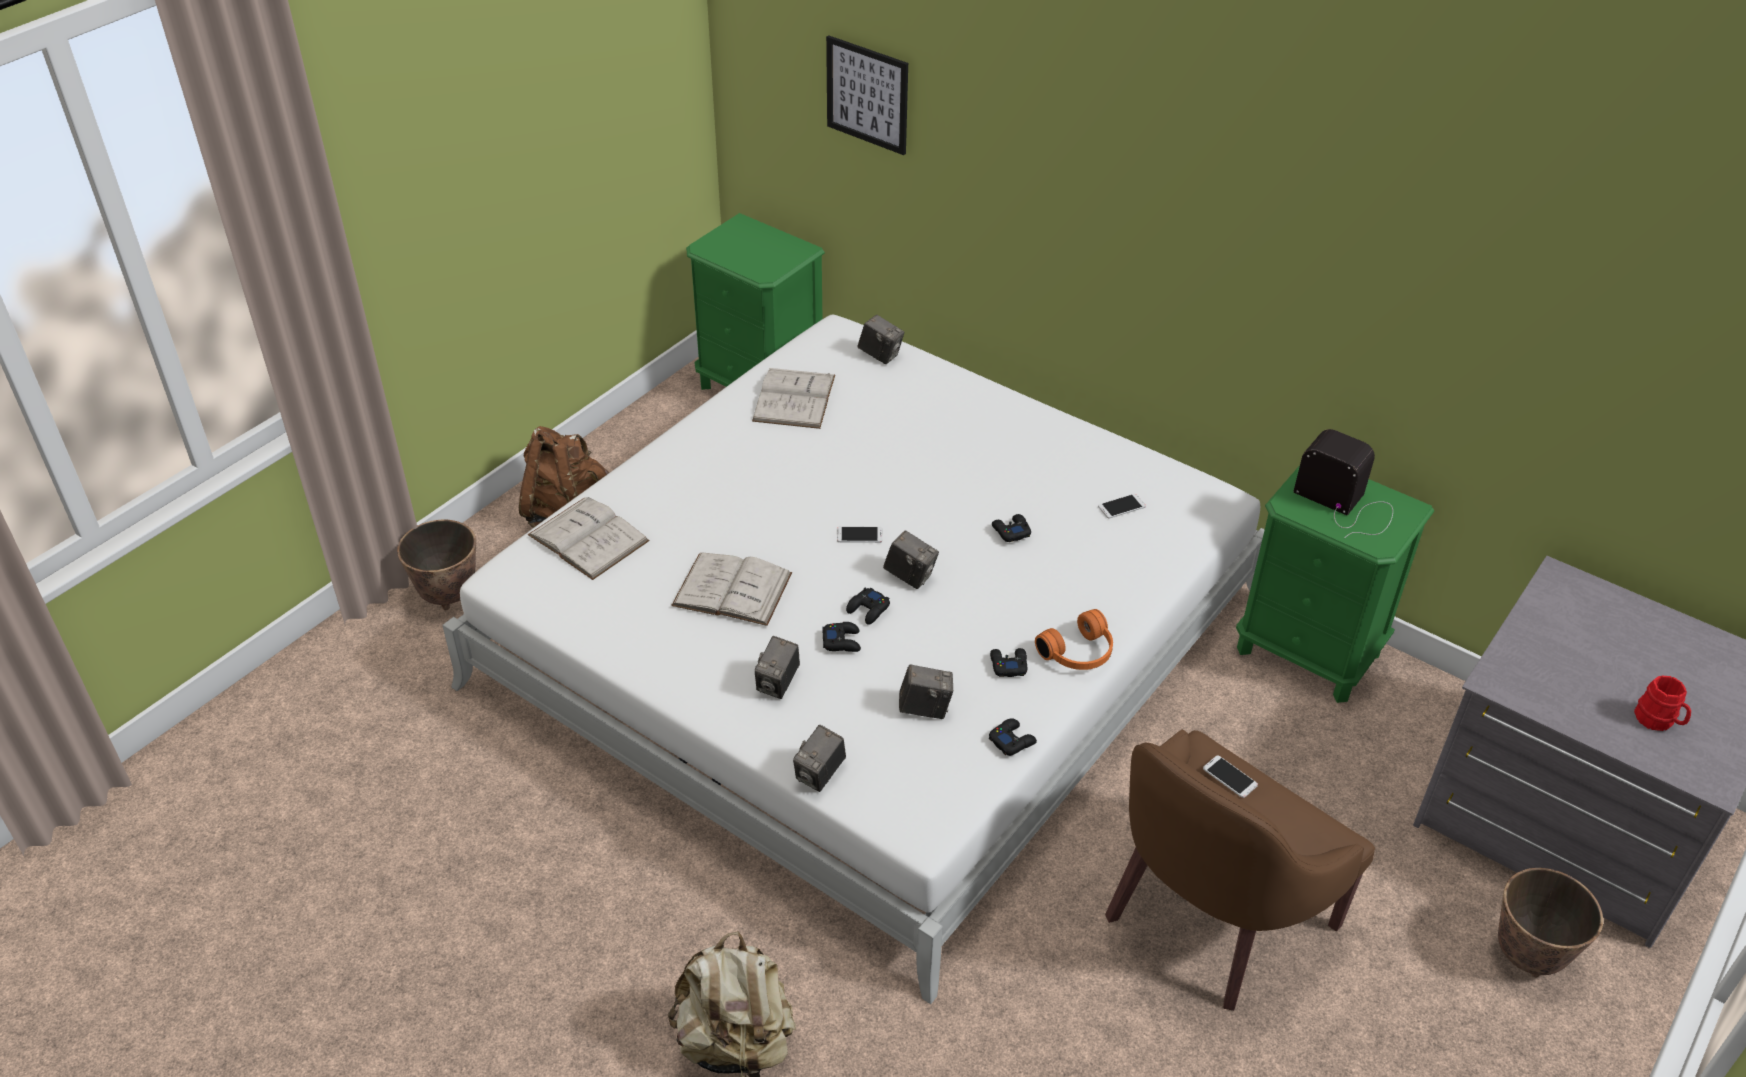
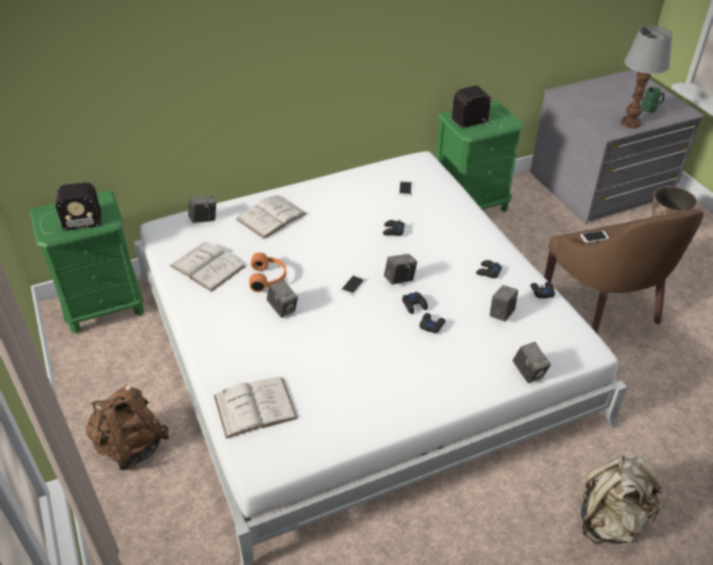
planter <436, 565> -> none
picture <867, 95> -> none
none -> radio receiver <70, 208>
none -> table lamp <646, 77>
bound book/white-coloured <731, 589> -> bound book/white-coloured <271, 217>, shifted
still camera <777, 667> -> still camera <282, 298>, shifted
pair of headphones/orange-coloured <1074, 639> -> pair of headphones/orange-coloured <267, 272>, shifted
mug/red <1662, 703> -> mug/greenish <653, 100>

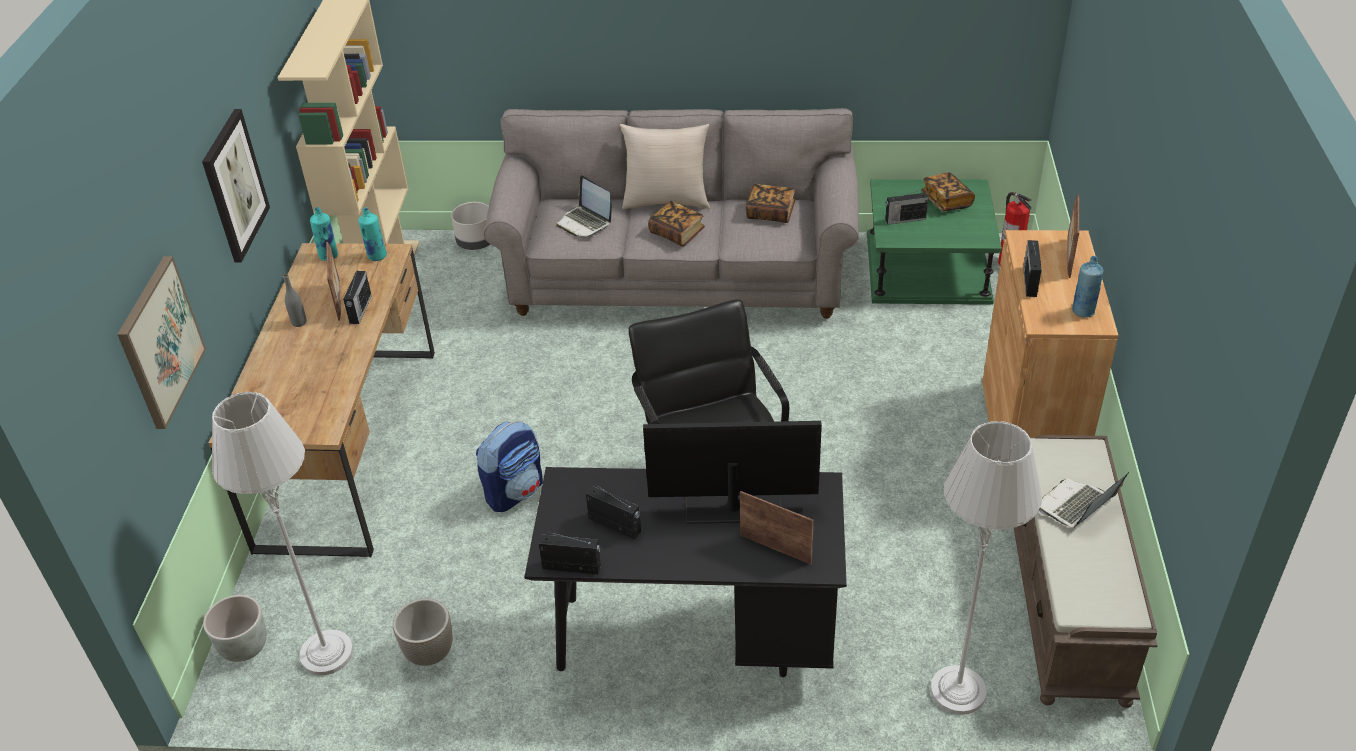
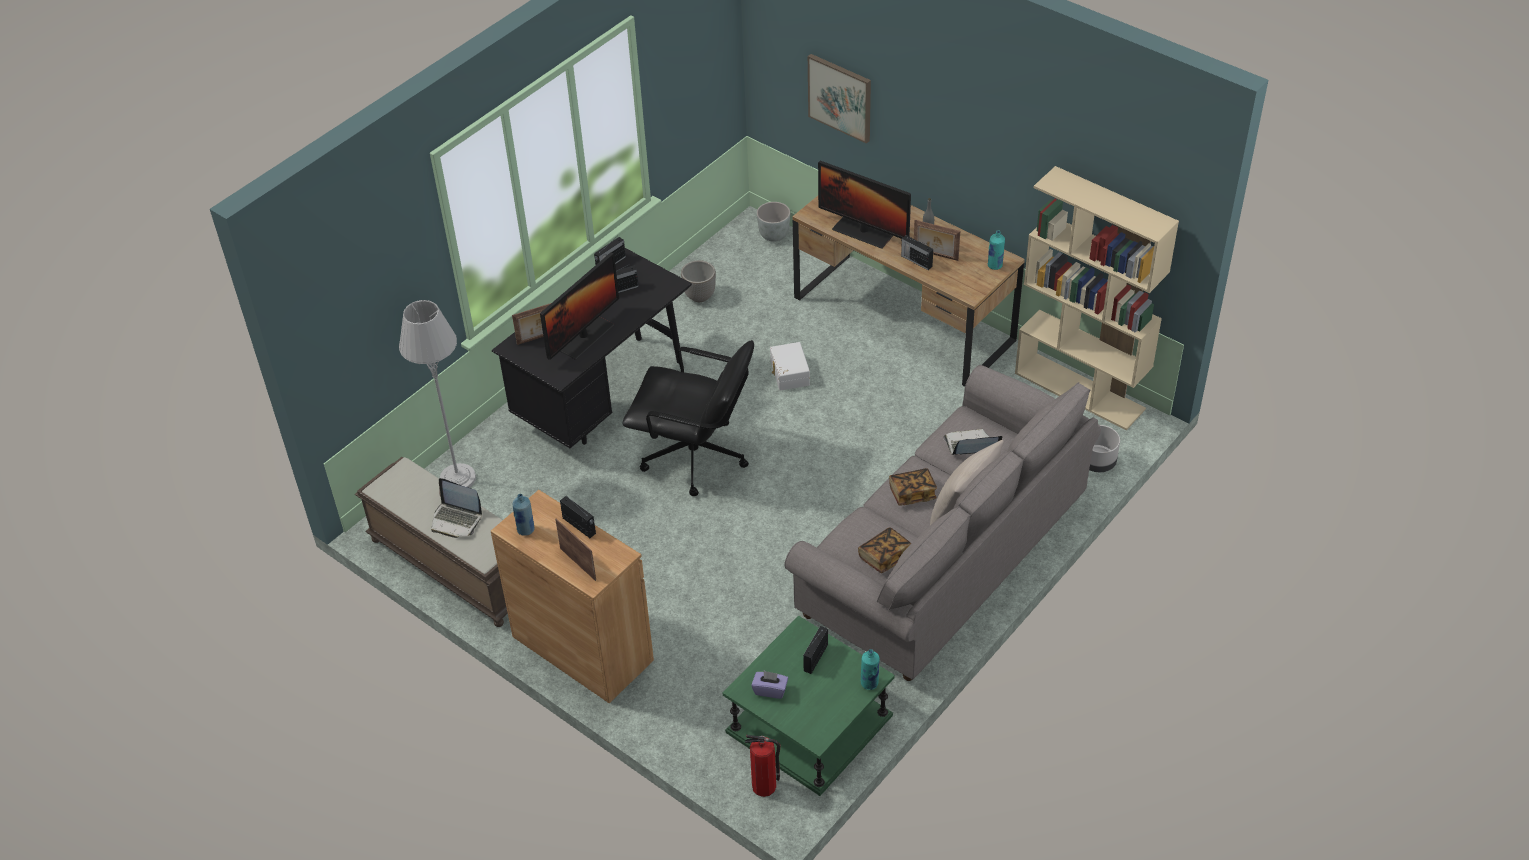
picture <236, 185> -> none
standard lamp/greyish <282, 534> -> none
bound book <948, 191> -> none
none -> tissue holder/purple <769, 685>
none -> computer screen <864, 205>
drink bottle/turquoise-coloured <372, 234> -> drink bottle/turquoise-coloured <870, 669>, shifted
knapsack <509, 466> -> storage container/white-coloured <790, 366>
laptop <1084, 500> -> laptop <456, 508>, 120 degrees clockwise

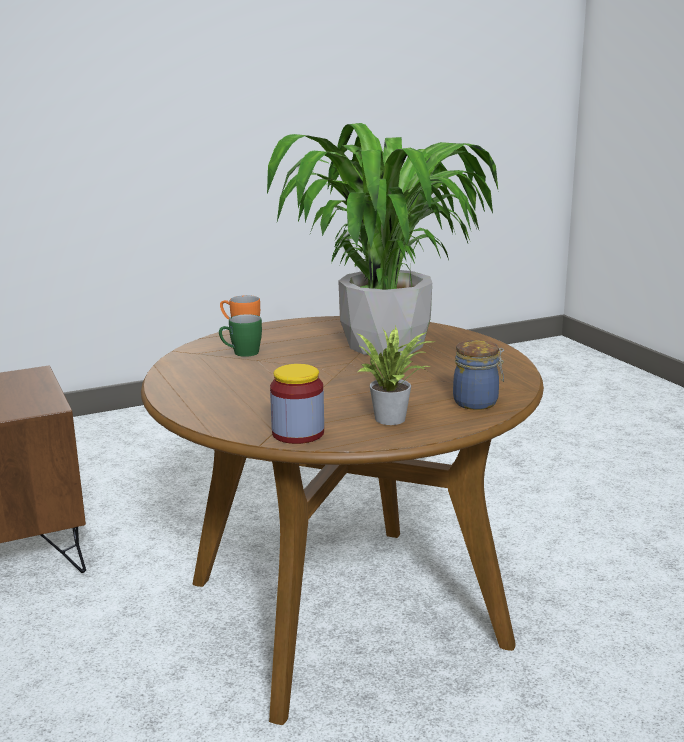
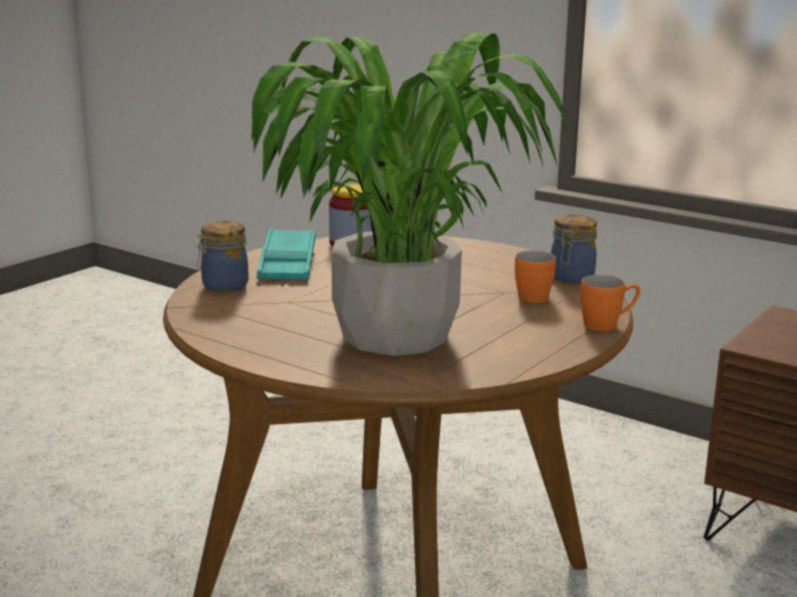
none -> storage jar <574, 249>
houseplant <395, 375> -> serving tray/turquoise-coloured <286, 254>
mug/greenish <240, 335> -> mug/orange-coloured <535, 277>

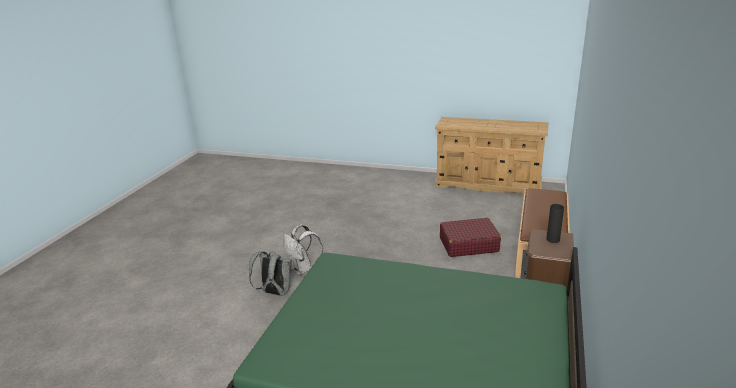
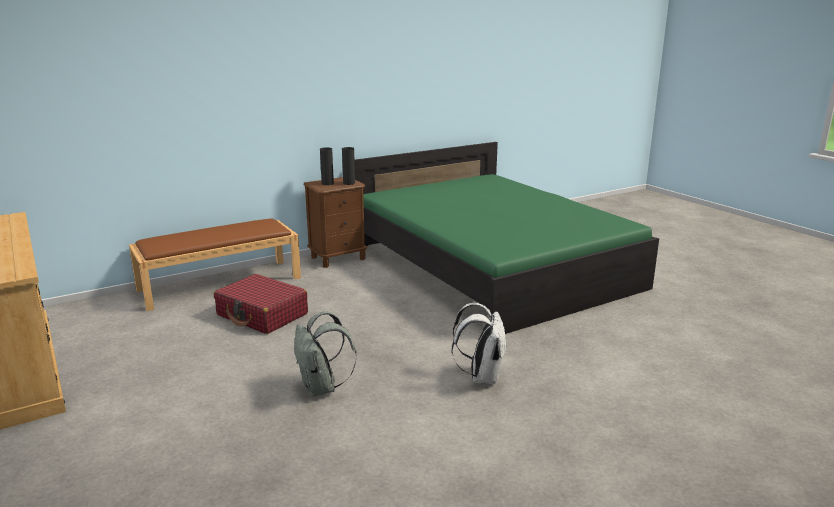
none -> decorative vase/black <348, 166>
knapsack/greyish <271, 273> -> knapsack/greyish <325, 354>, shifted

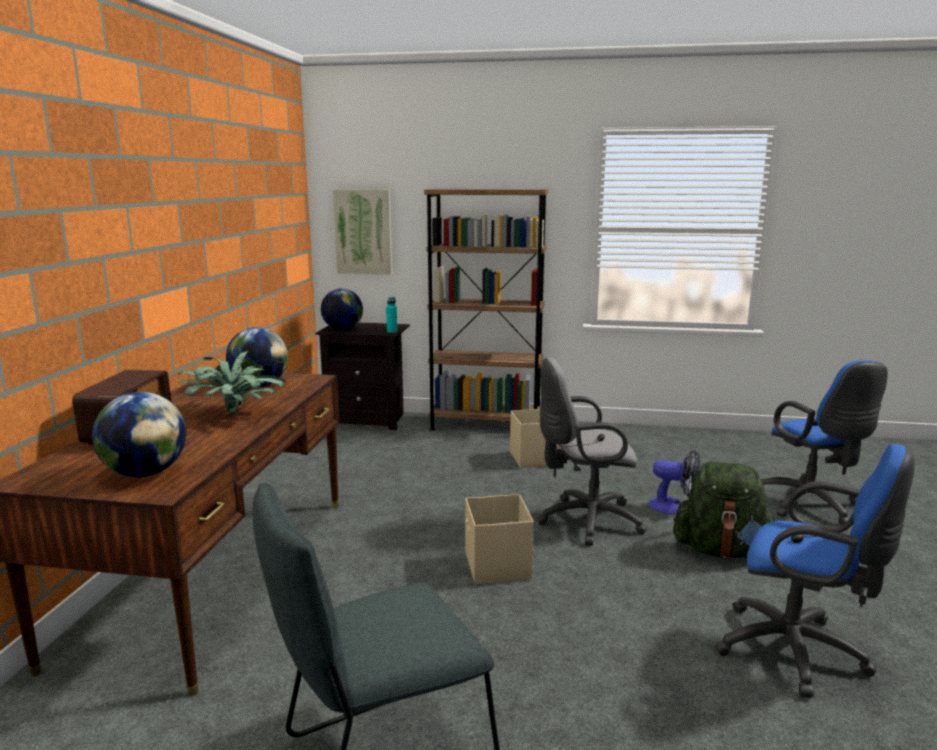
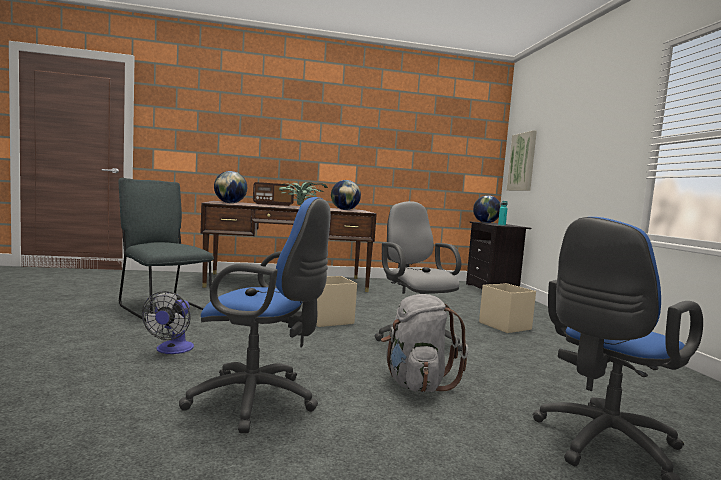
bookshelf/brownish <486, 310> -> none
electric fan <674, 482> -> electric fan <168, 322>, shifted
knapsack/greenish <723, 510> -> knapsack/greyish <424, 343>
office chair/blue-coloured <815, 571> -> office chair/blue-coloured <255, 315>, 90 degrees counterclockwise

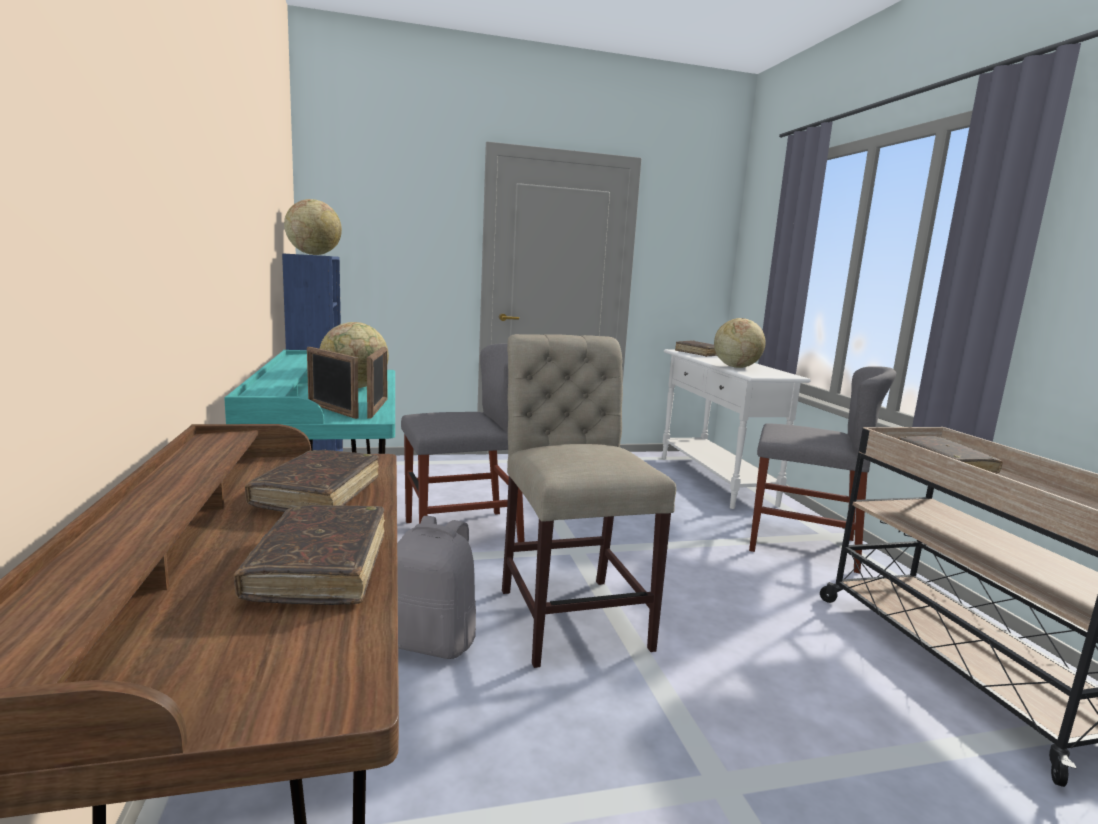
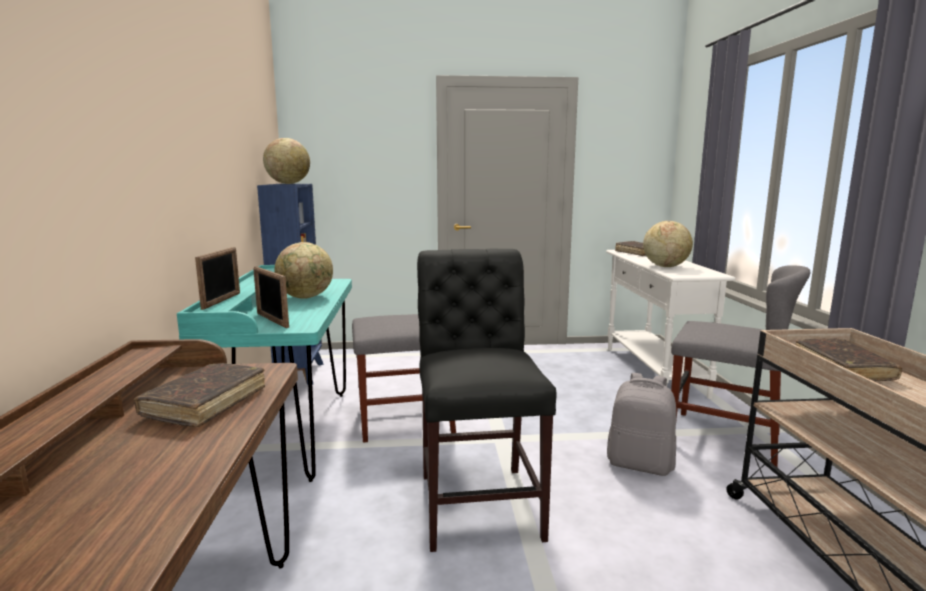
bound book/brownish <309, 555> -> none
standing frame <377, 383> -> standing frame <217, 278>, shifted
knapsack/greyish <436, 587> -> knapsack/greyish <641, 424>, shifted
chair/beige <589, 501> -> chair/black <487, 400>

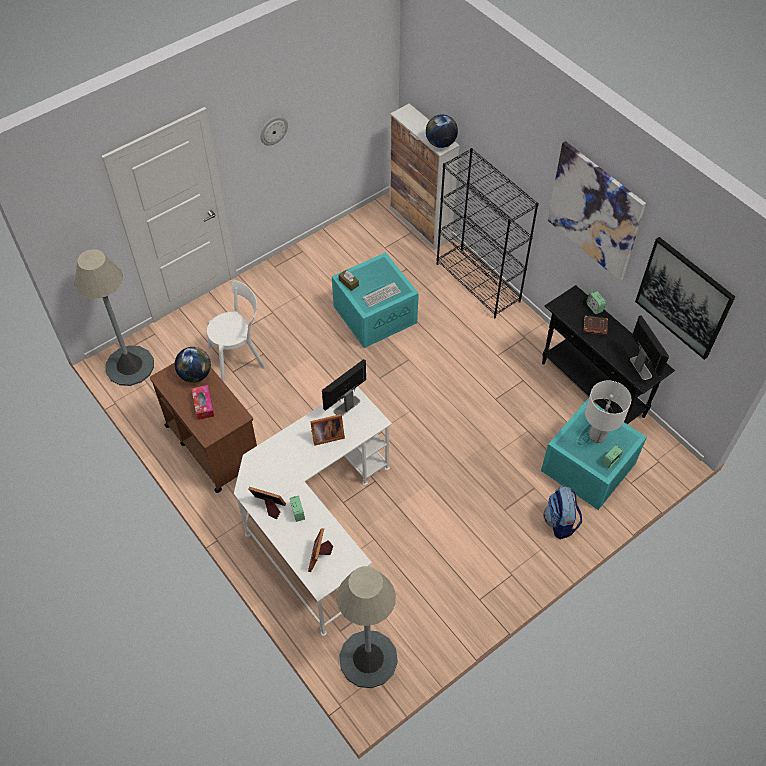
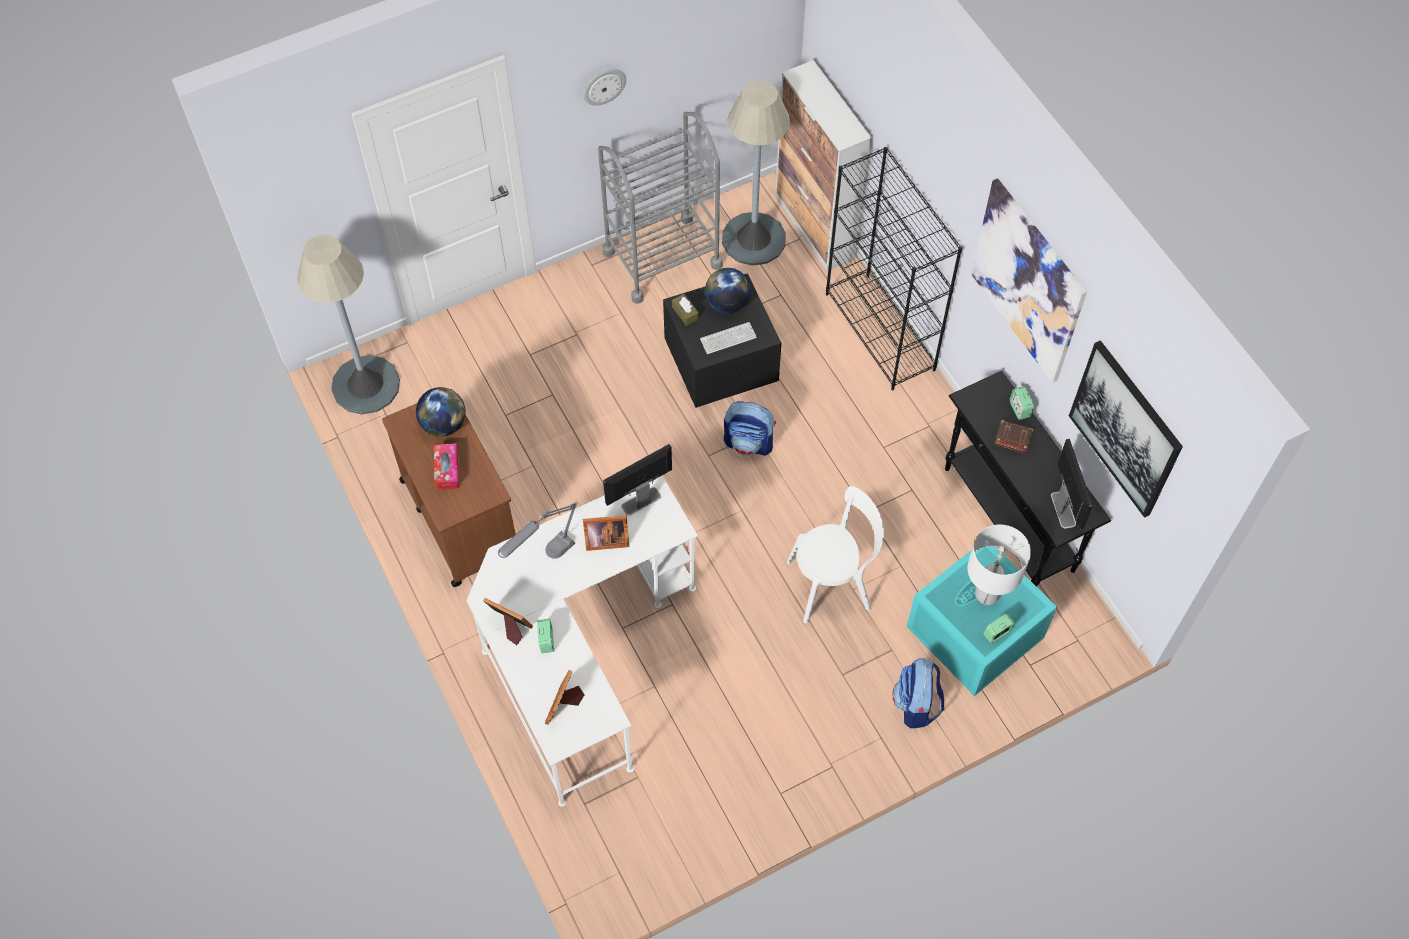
none -> table lamp/greyish <537, 530>
none -> cart/greyish <660, 208>
none -> knapsack <750, 428>
chair/white-coloured <236, 331> -> chair/white-coloured <835, 554>, shifted
standard lamp/greyish <367, 627> -> standard lamp/greyish <756, 173>, shifted
desk globe <442, 131> -> desk globe <728, 291>, shifted
storage container/turquoise-coloured <375, 300> -> storage container/black <722, 340>

